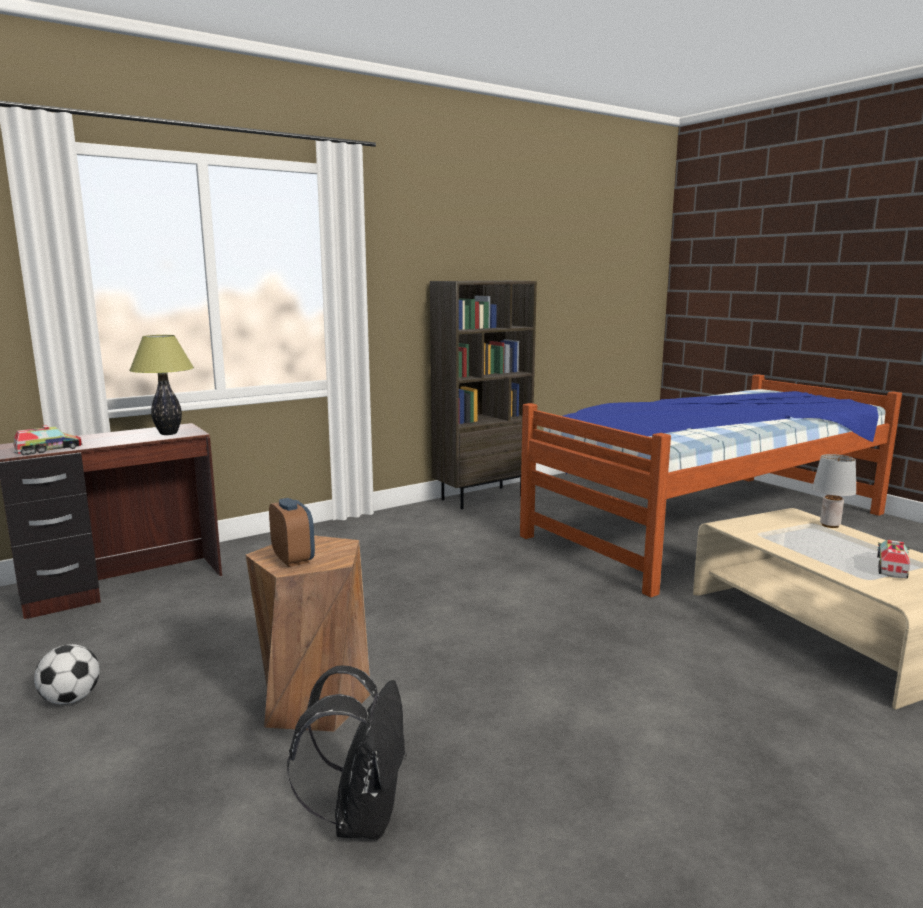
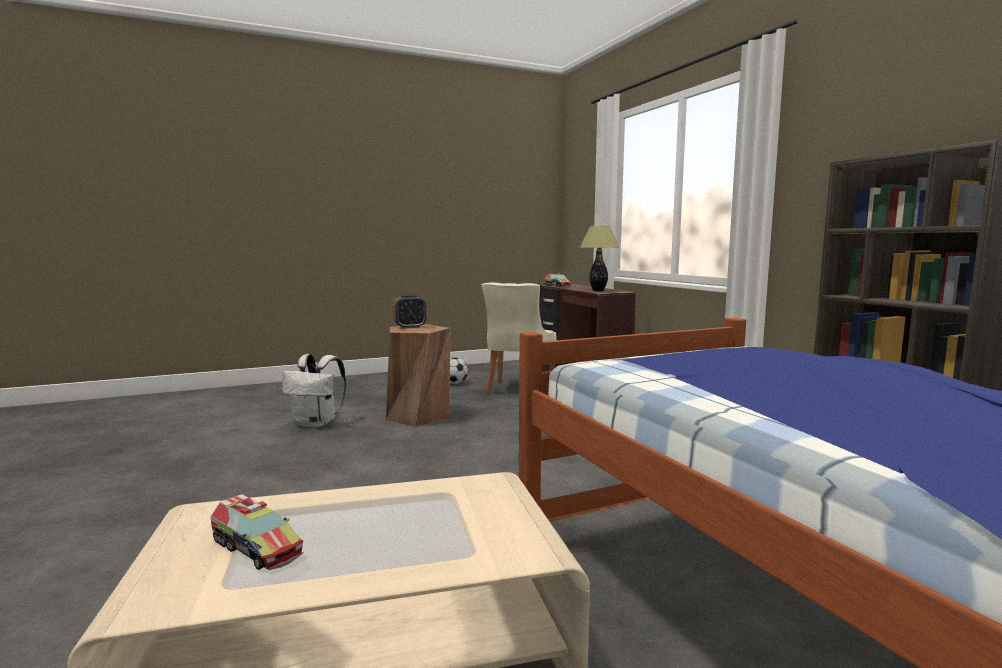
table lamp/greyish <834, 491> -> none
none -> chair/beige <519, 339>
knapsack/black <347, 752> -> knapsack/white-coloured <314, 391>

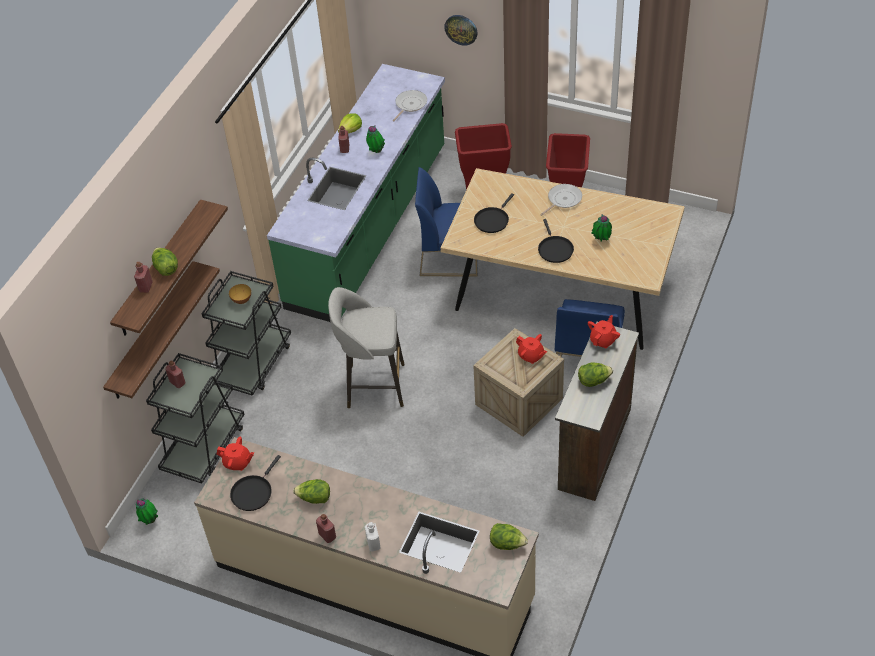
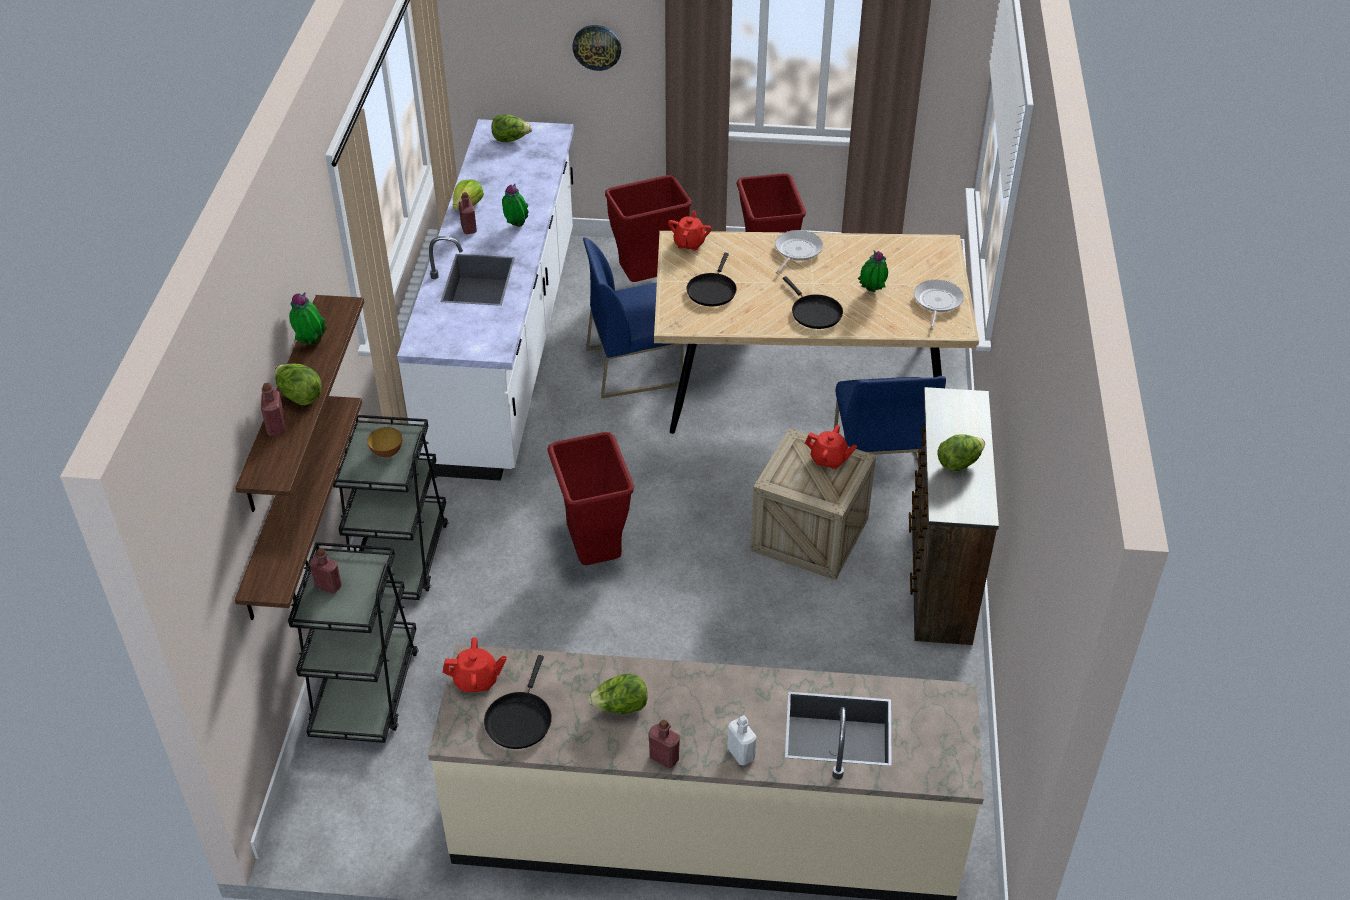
houseplant <147, 511> -> houseplant <308, 319>, shifted
skillet <410, 105> -> skillet <939, 305>, shifted
head of lettuce <509, 536> -> head of lettuce <511, 128>, shifted
teapot/red <604, 331> -> teapot/red <690, 230>, shifted
stool/greyish <366, 347> -> trash can/red <590, 498>
counter/greenish <356, 193> -> counter/white-coloured <485, 300>

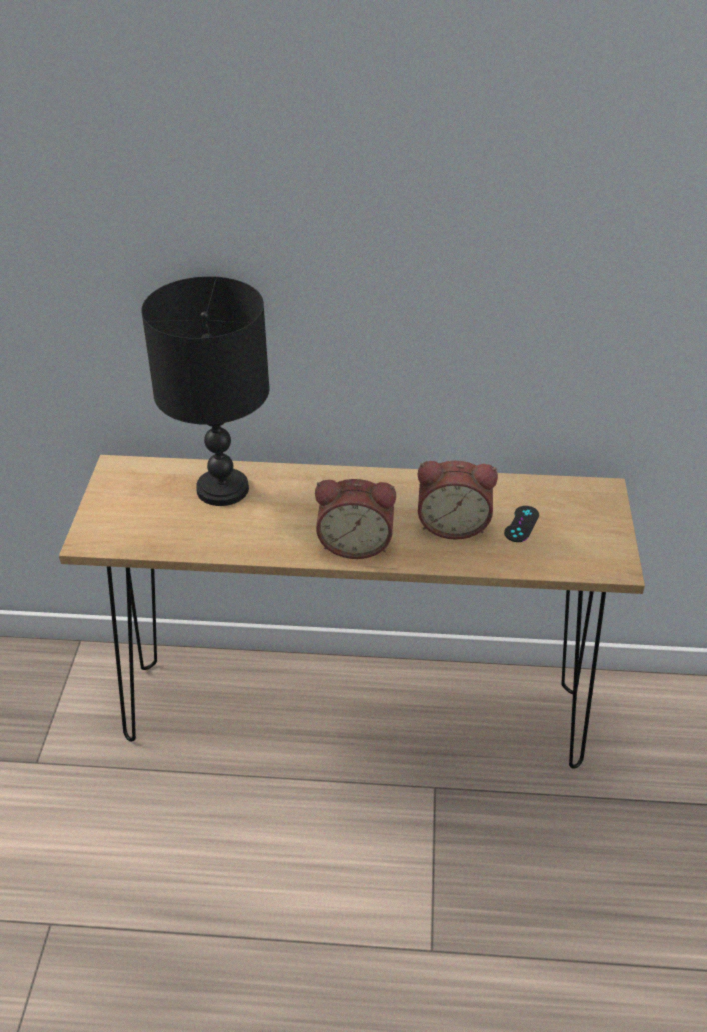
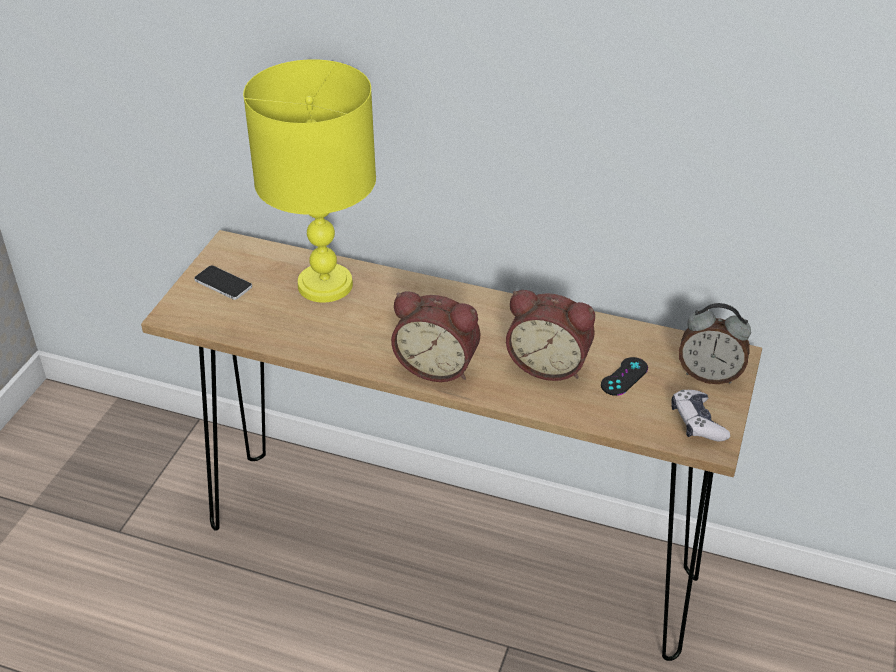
none -> phone <223, 283>
none -> game controller <700, 415>
none -> table clock <715, 343>
table lamp/black <205, 391> -> table lamp/yellowish <309, 181>

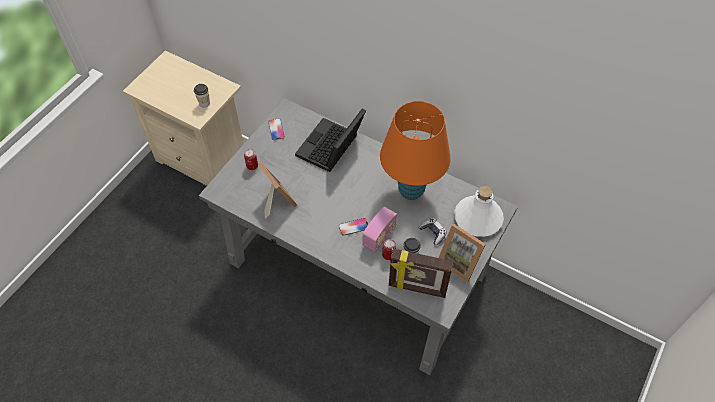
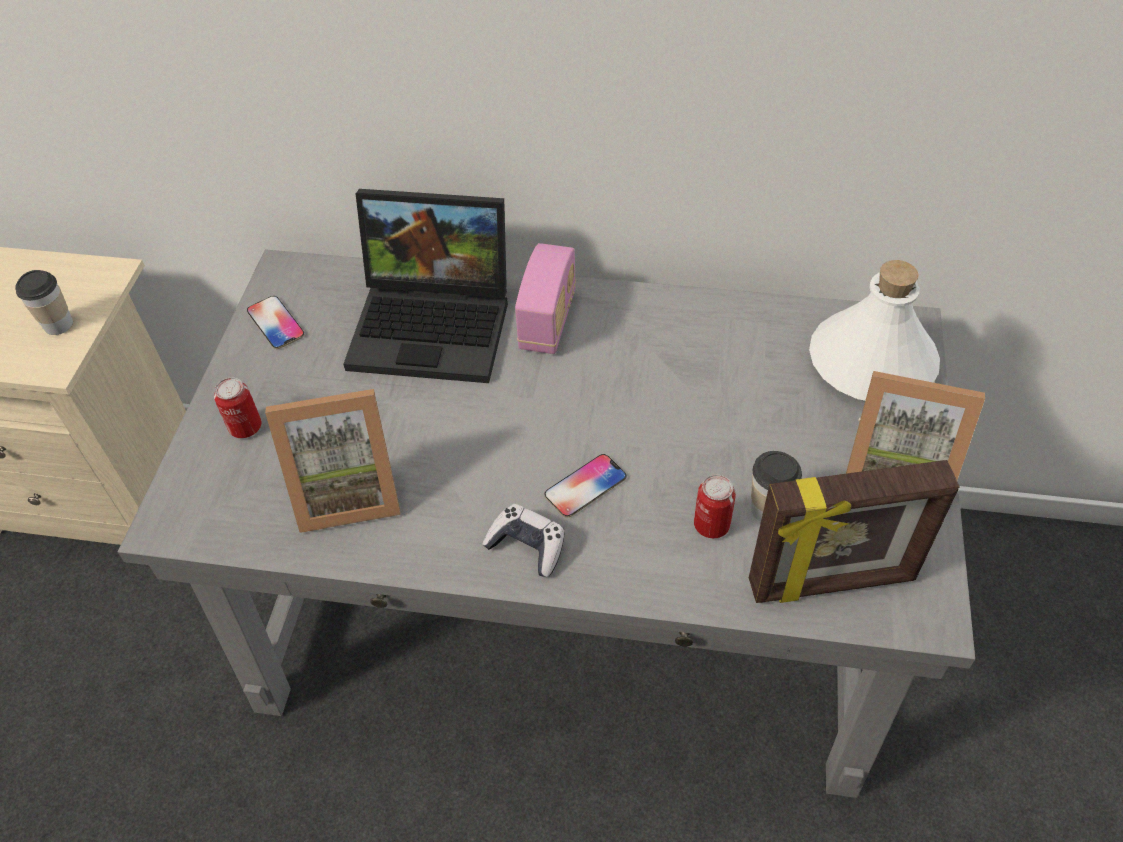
table lamp/orange-coloured <415, 150> -> none
radio receiver <379, 230> -> radio receiver <545, 298>, shifted
game controller <433, 231> -> game controller <523, 540>, shifted
standing frame <277, 190> -> standing frame <332, 461>, 135 degrees clockwise
laptop <330, 140> -> laptop <426, 286>, 90 degrees counterclockwise

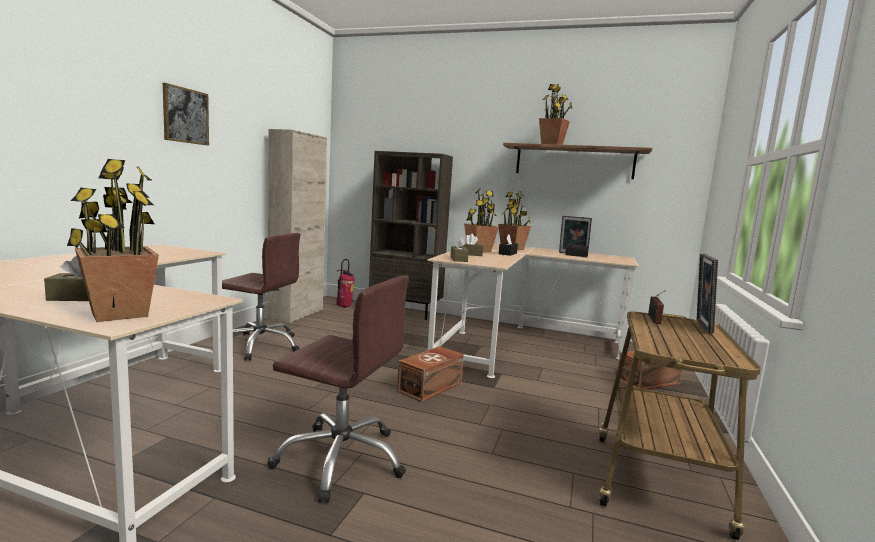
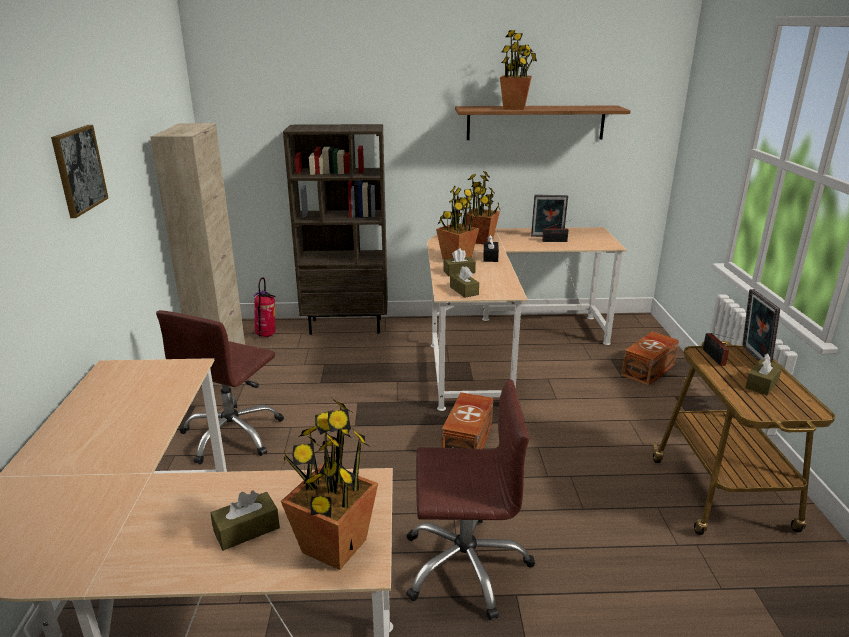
none -> tissue holder/brownish <764, 374>
office chair/brownish <261, 297> -> office chair/brownish <220, 387>, 120 degrees clockwise

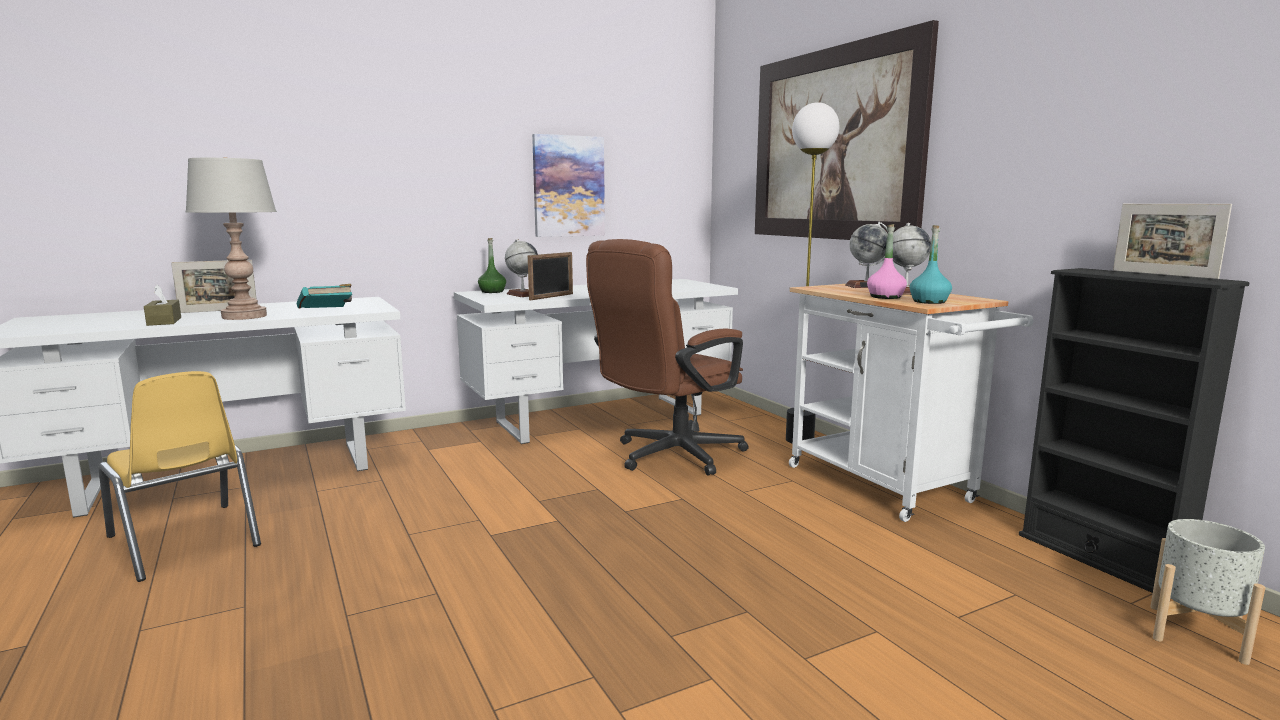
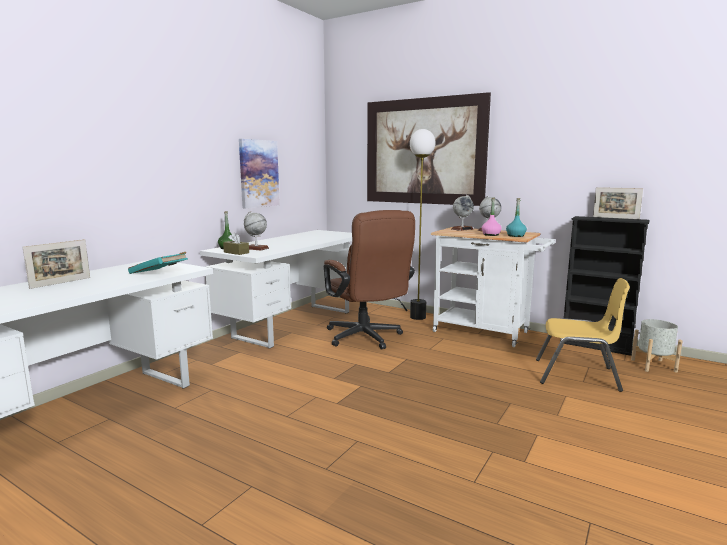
table lamp/greyish <231, 238> -> none
standing frame <550, 276> -> none
chair/yellowish <179, 476> -> chair/yellowish <583, 335>, shifted
tissue holder/brownish <162, 305> -> tissue holder/brownish <236, 243>, shifted
office chair/brownish <667, 357> -> office chair/brownish <369, 279>, 45 degrees counterclockwise

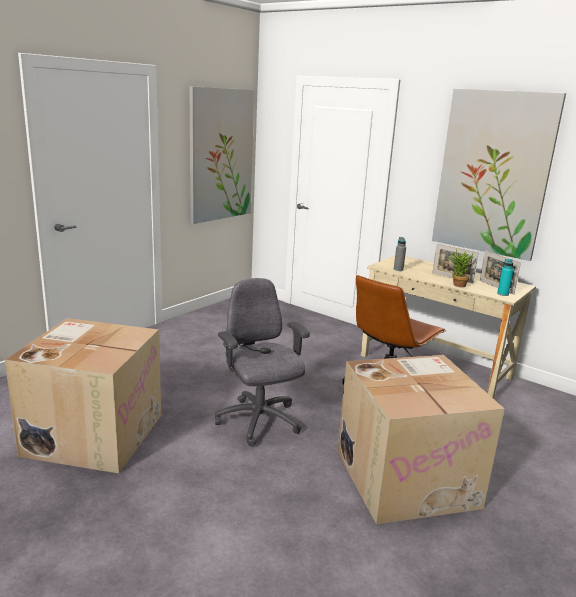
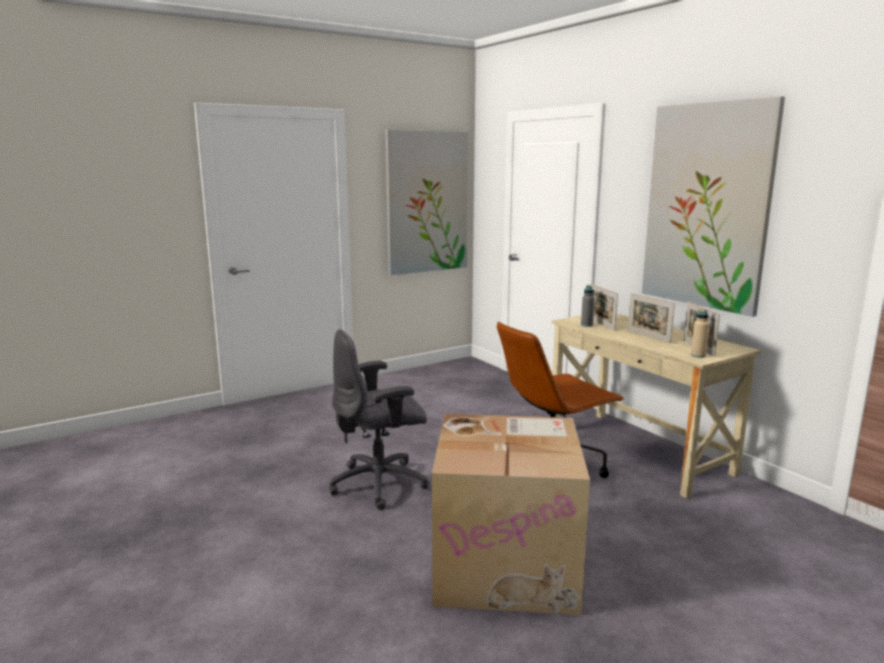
cardboard box <83, 395> -> none
houseplant <460, 268> -> none
none -> standing frame <604, 307>
drink bottle/turquoise-coloured <505, 277> -> drink bottle/beige <700, 333>
office chair/greyish <262, 362> -> office chair/greyish <379, 419>, 105 degrees counterclockwise

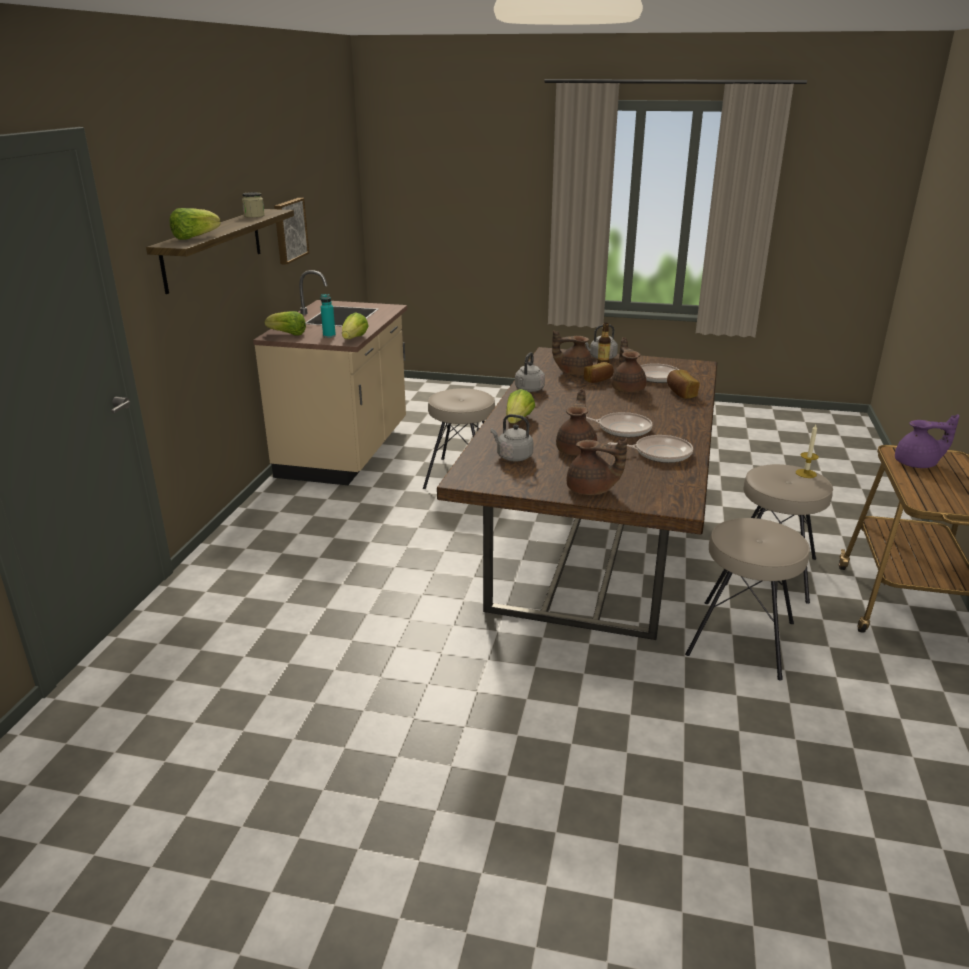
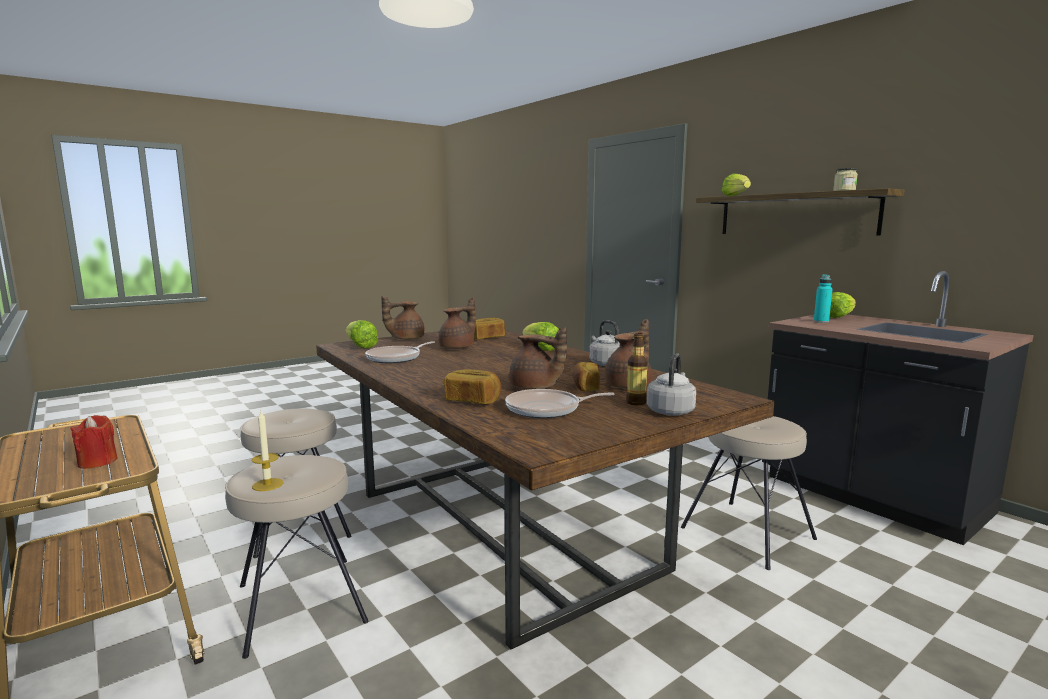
picture <291, 231> -> none
skillet <619, 424> -> none
head of lettuce <355, 325> -> head of lettuce <362, 334>, shifted
kettle/greyish <512, 437> -> bakery bread <489, 328>
teapot/purple <927, 441> -> wax light/red <94, 442>
counter/beige <330, 377> -> counter/black <898, 408>
teapot/brownish <576, 421> -> teapot/brownish <457, 323>, 105 degrees counterclockwise

